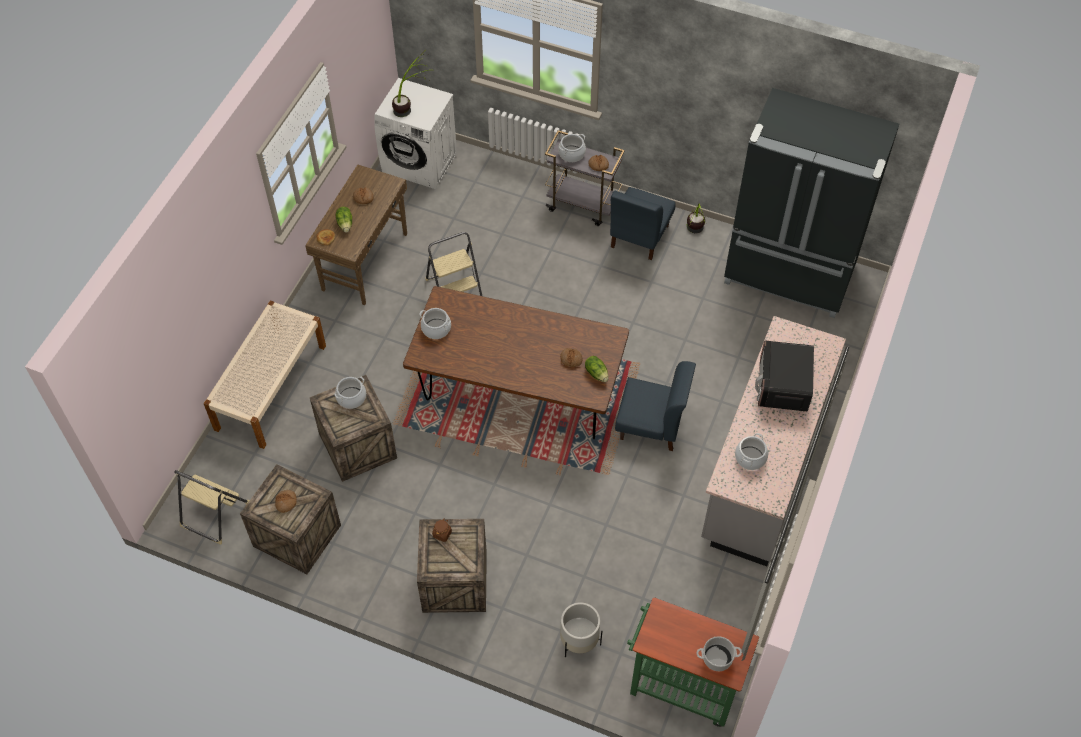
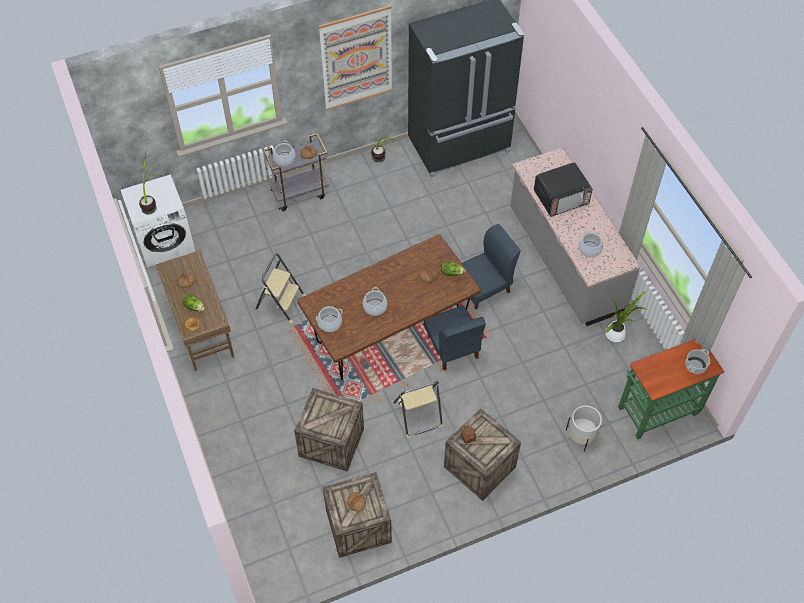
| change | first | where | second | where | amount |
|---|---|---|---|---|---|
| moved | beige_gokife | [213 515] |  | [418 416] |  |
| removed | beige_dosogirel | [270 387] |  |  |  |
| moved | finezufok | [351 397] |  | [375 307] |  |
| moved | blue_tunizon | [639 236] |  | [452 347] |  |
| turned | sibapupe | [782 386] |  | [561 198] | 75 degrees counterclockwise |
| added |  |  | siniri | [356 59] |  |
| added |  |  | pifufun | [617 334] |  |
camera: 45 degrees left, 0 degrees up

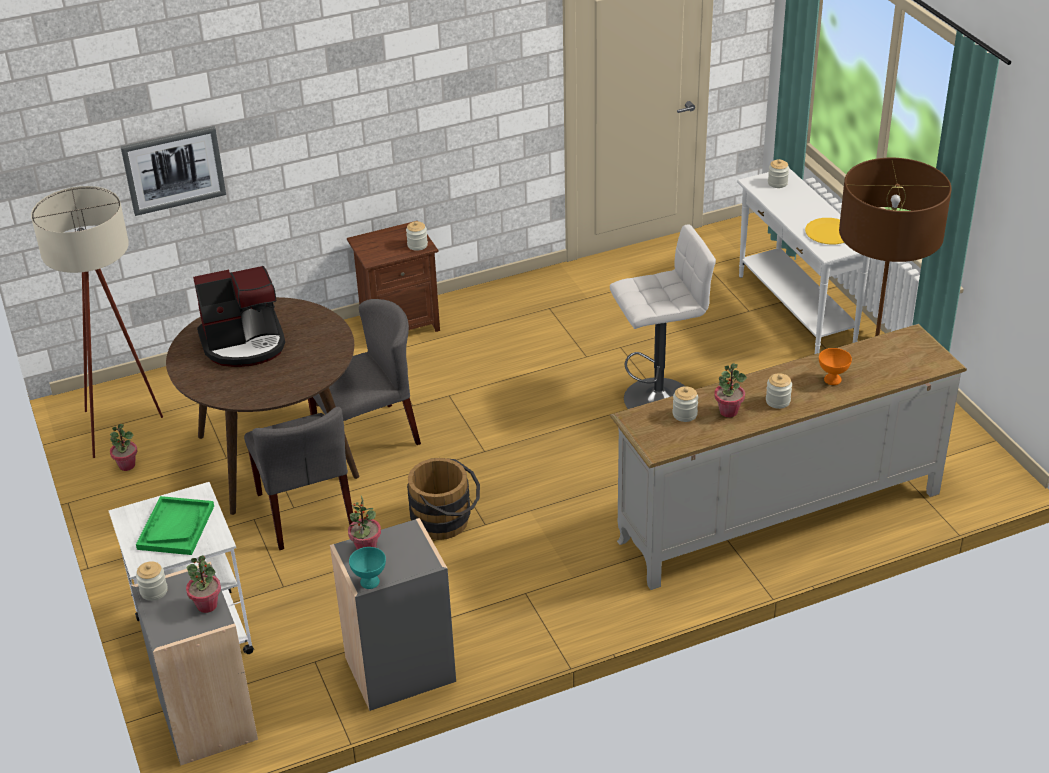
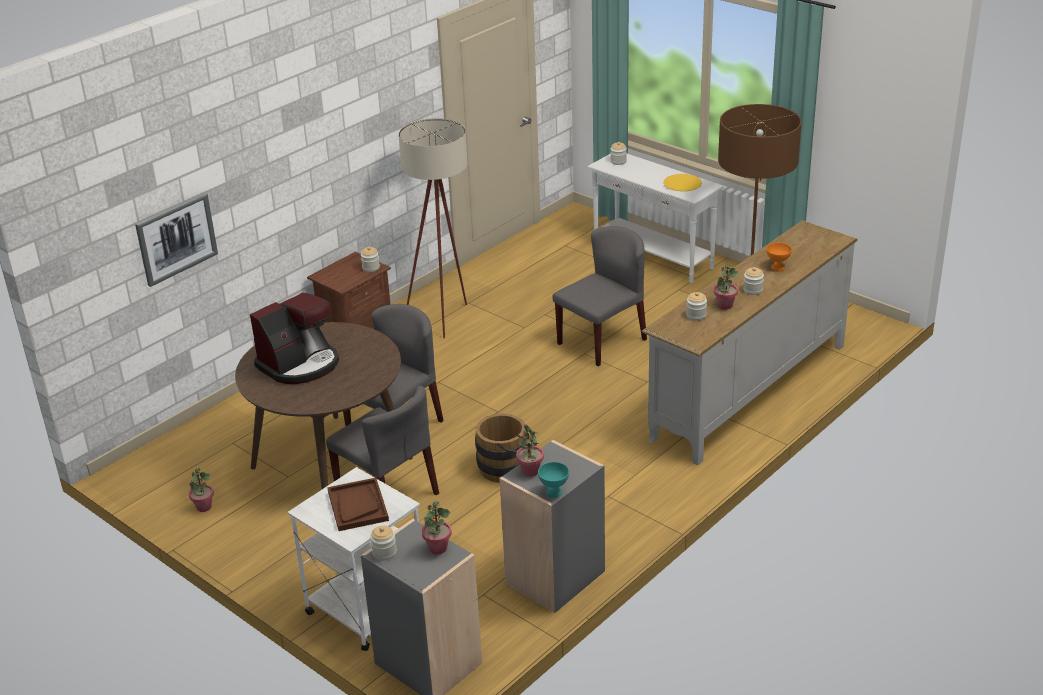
| change | first | where | second | where | amount |
|---|---|---|---|---|---|
| moved | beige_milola | [124 426] |  | [445 316] |  |
| recoloured | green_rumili | [176 527] | brown_rumili | [357 506] |  |
| replaced | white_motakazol | [659 399] | grey_tunizon | [602 341] |  |
camera: 25 degrees left, 5 degrees down

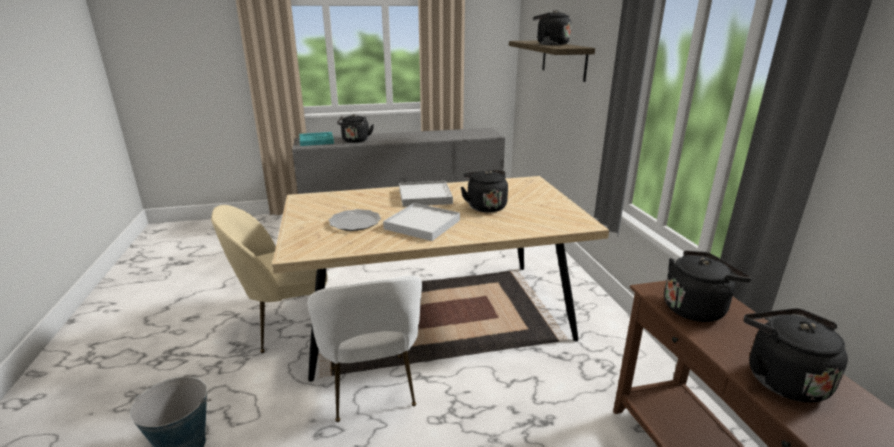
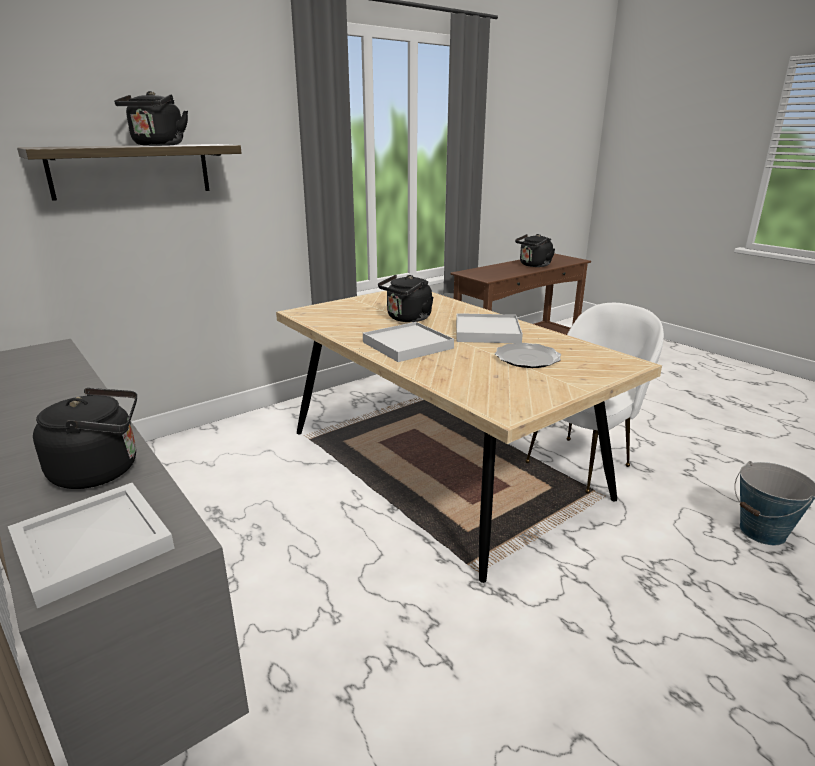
| change | first | where | second | where | amount |
|---|---|---|---|---|---|
| removed | beige_tunizon | [286 329] |  |  |  |
| recoloured | turquoise_rumili | [316 141] | white_rumili | [95 544] |  |
| removed | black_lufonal | [696 308] |  |  |  |
camera: 115 degrees left, 0 degrees up

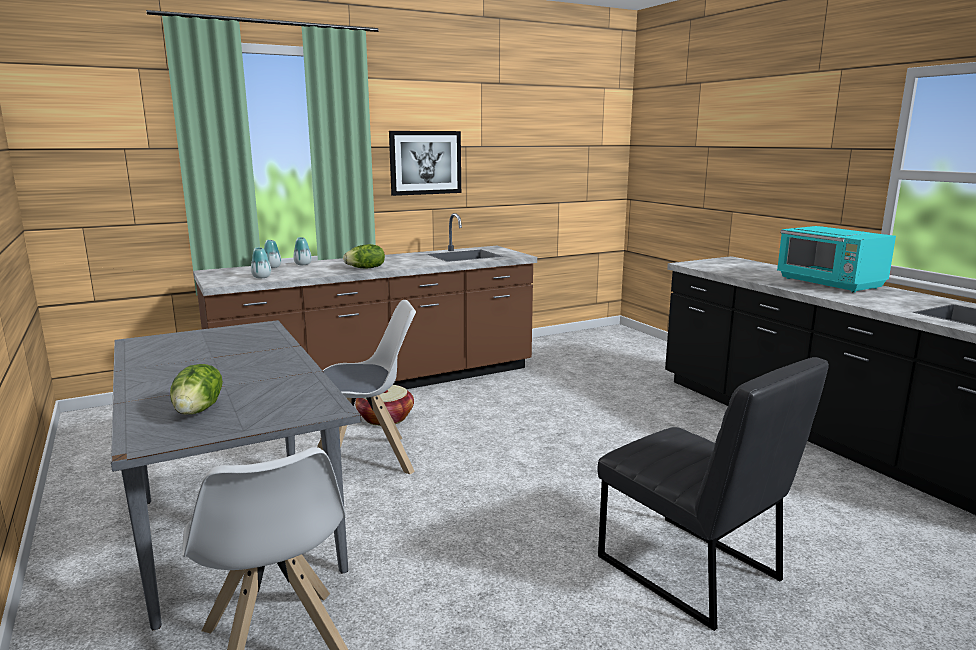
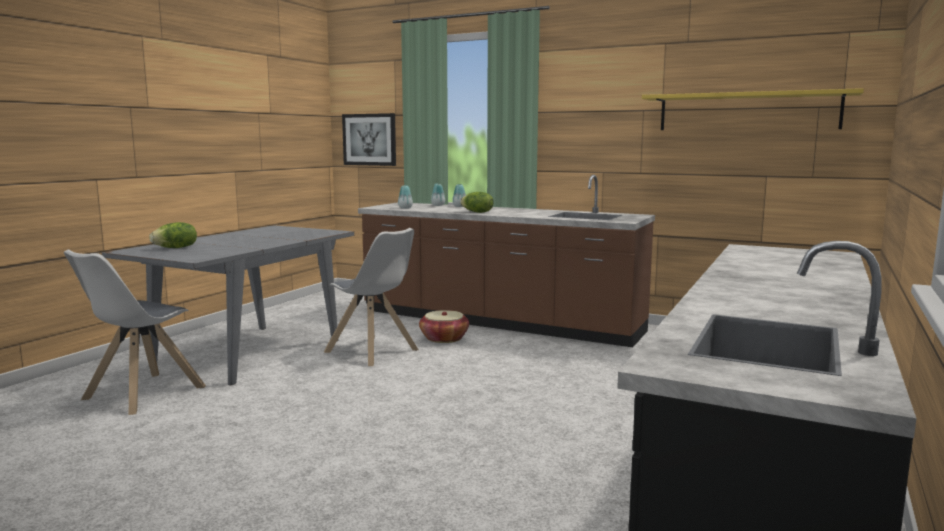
| change | first | where | second | where | amount |
|---|---|---|---|---|---|
| moved | siniri | [425 162] |  | [369 139] |  |
| removed | grey_tunizon | [691 571] |  |  |  |
| removed | turquoise_sibapupe | [830 283] |  |  |  |
| added |  |  | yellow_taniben | [747 112] |  |
camera: 55 degrees right, 5 degrees down

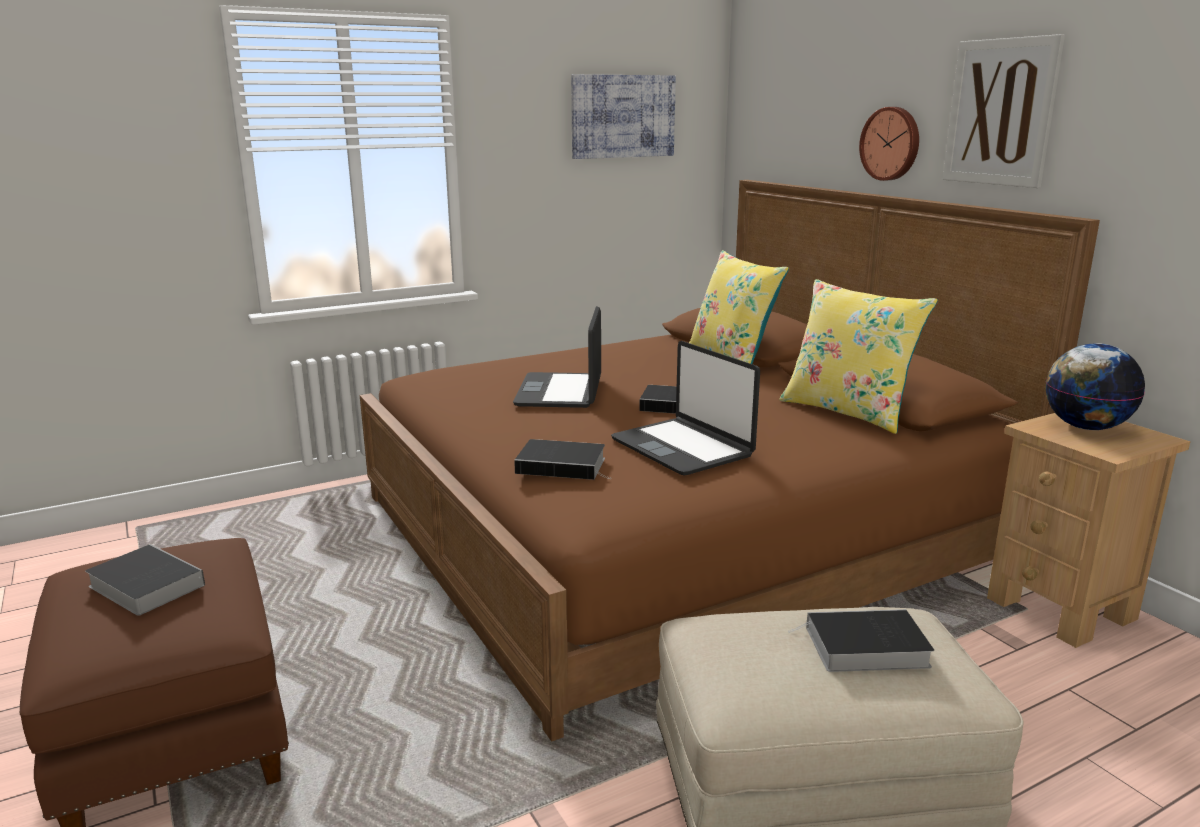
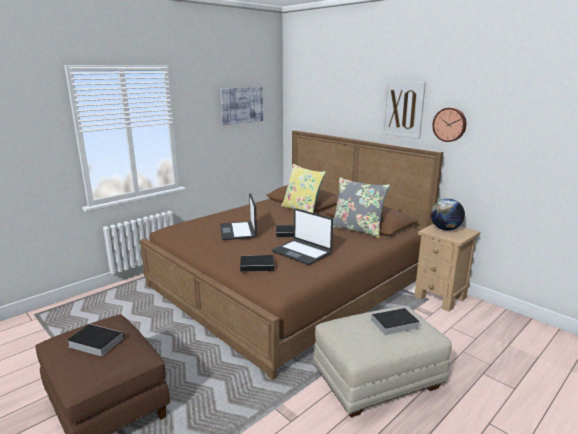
| change | first | where | second | where | amount |
|---|---|---|---|---|---|
| recoloured | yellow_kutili | [848 411] | grey_kutili | [357 229] |  |
| moved | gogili | [891 143] |  | [450 124] |  |
camera: 15 degrees left, 0 degrees up

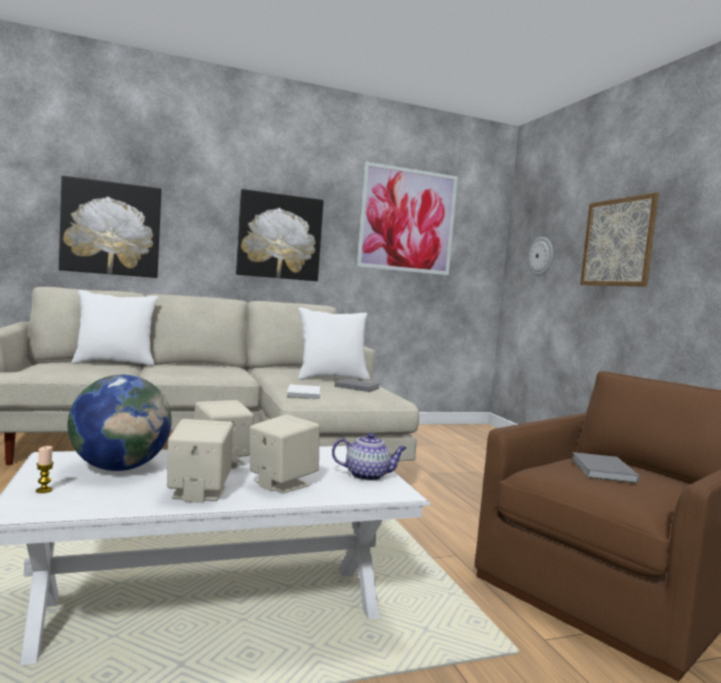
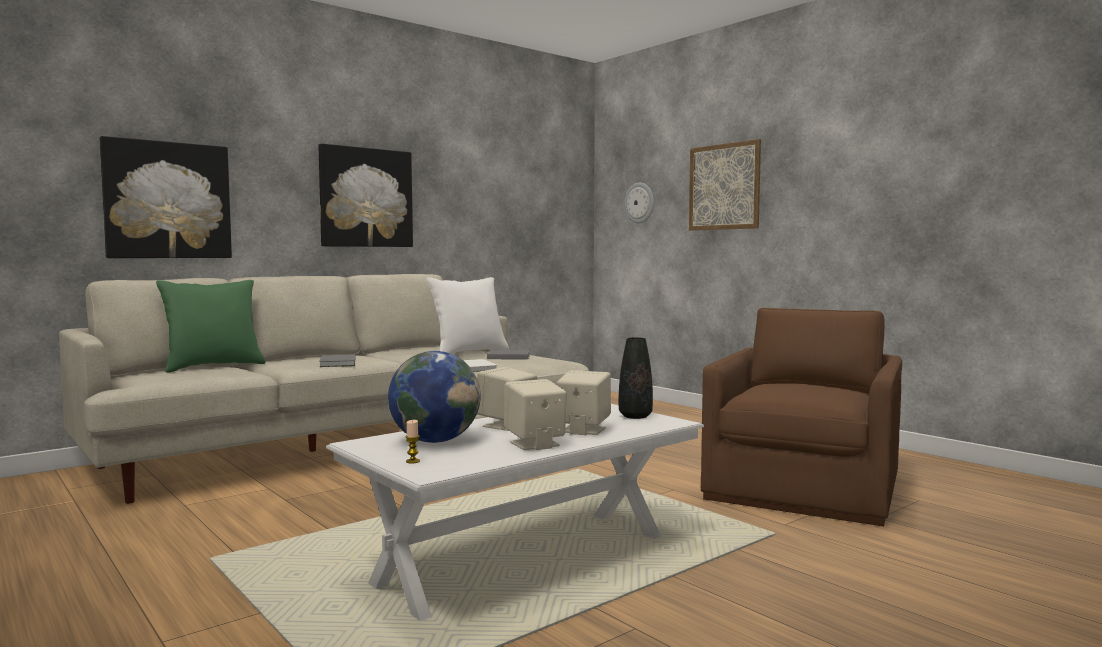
| change | first | where | second | where | amount |
|---|---|---|---|---|---|
| recoloured | white_kutili | [114 363] | green_kutili | [213 366] |  |
| replaced | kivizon | [368 475] | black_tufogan | [635 416] |  |
| removed | siniri | [407 220] |  |  |  |
| moved | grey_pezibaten | [602 471] |  | [337 363] |  |
camera: 20 degrees left, 0 degrees up

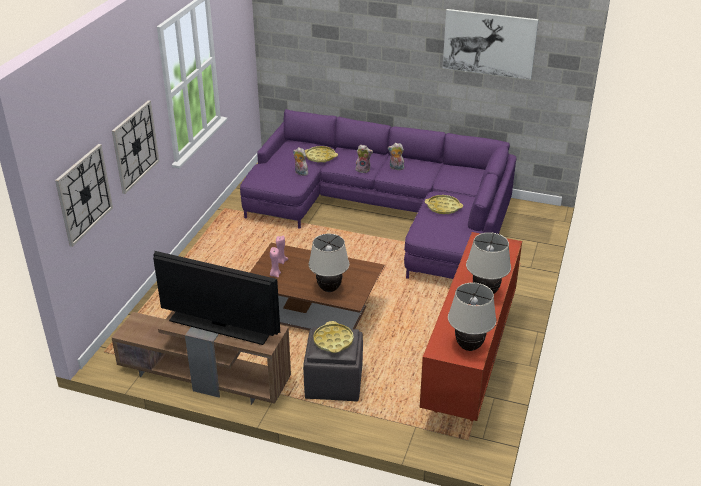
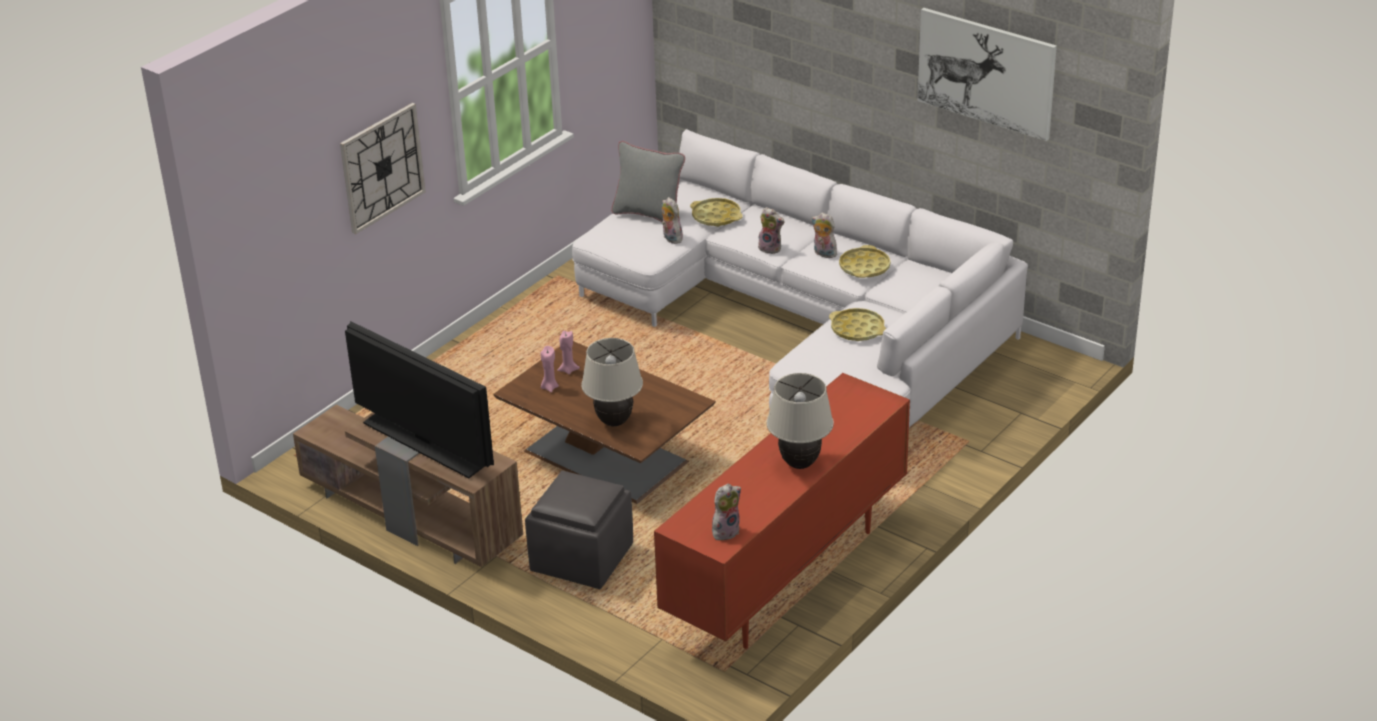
| change | first | where | second | where | amount |
|---|---|---|---|---|---|
| removed | gogili | [84 194] |  |  |  |
| recoloured | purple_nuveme | [387 213] | white_nuveme | [805 326] |  |
| moved | yellow_rumili | [333 341] |  | [864 267] |  |
| replaced | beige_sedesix | [469 347] | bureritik | [725 531] |  |
| added |  |  | grey_kutili | [649 214] |  |
camera: 20 degrees right, 0 degrees up

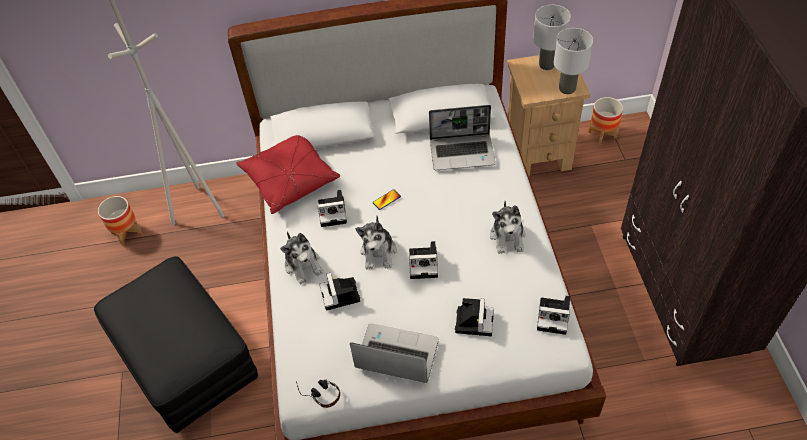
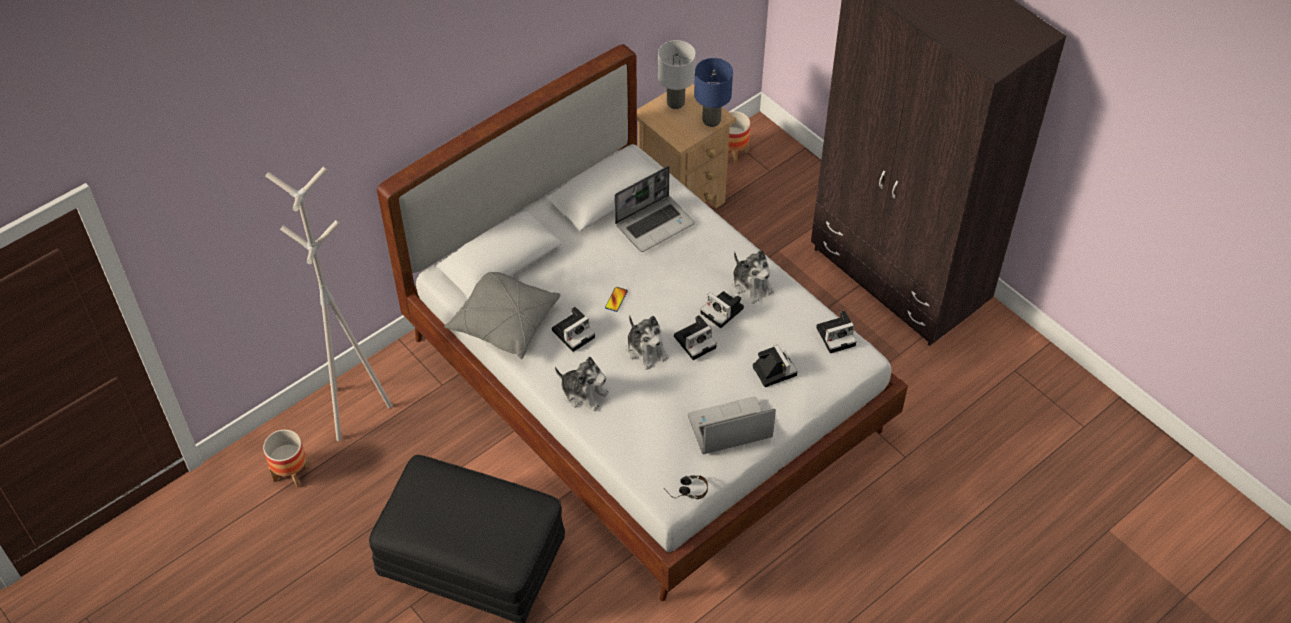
| change | first | where | second | where | amount |
|---|---|---|---|---|---|
| recoloured | red_kutili | [289 180] | grey_kutili | [504 322] |  |
| moved | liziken | [341 296] |  | [723 311] |  |
| recoloured | white_sedesix | [566 90] | blue_sedesix | [711 122] |  |
camera: 35 degrees left, 0 degrees up

